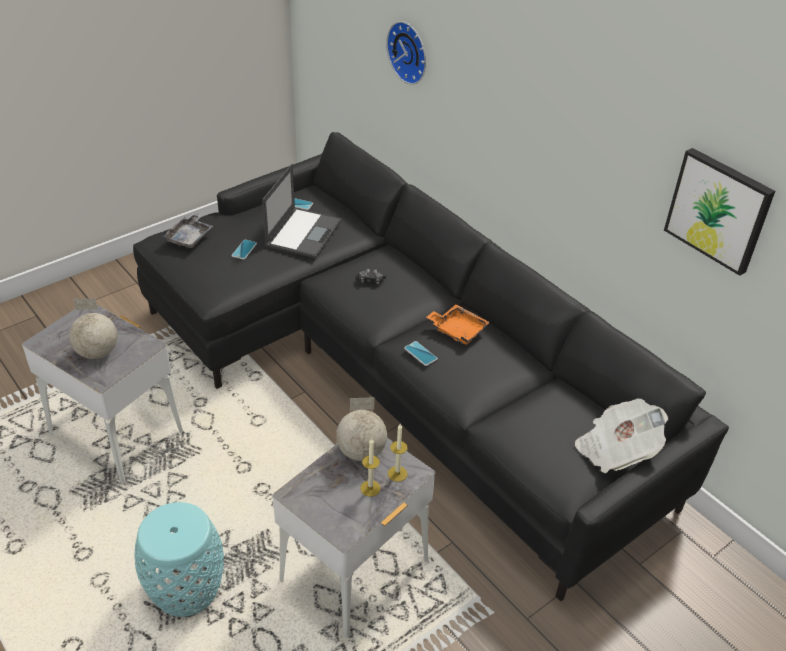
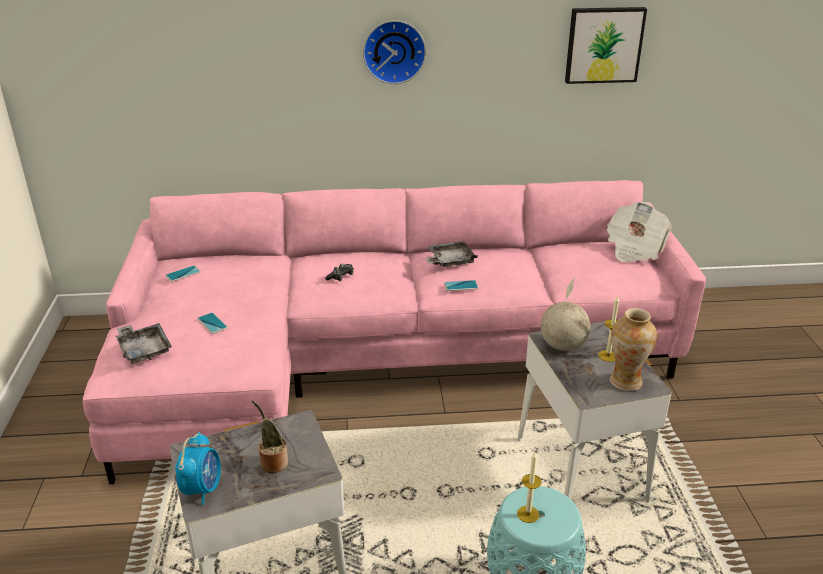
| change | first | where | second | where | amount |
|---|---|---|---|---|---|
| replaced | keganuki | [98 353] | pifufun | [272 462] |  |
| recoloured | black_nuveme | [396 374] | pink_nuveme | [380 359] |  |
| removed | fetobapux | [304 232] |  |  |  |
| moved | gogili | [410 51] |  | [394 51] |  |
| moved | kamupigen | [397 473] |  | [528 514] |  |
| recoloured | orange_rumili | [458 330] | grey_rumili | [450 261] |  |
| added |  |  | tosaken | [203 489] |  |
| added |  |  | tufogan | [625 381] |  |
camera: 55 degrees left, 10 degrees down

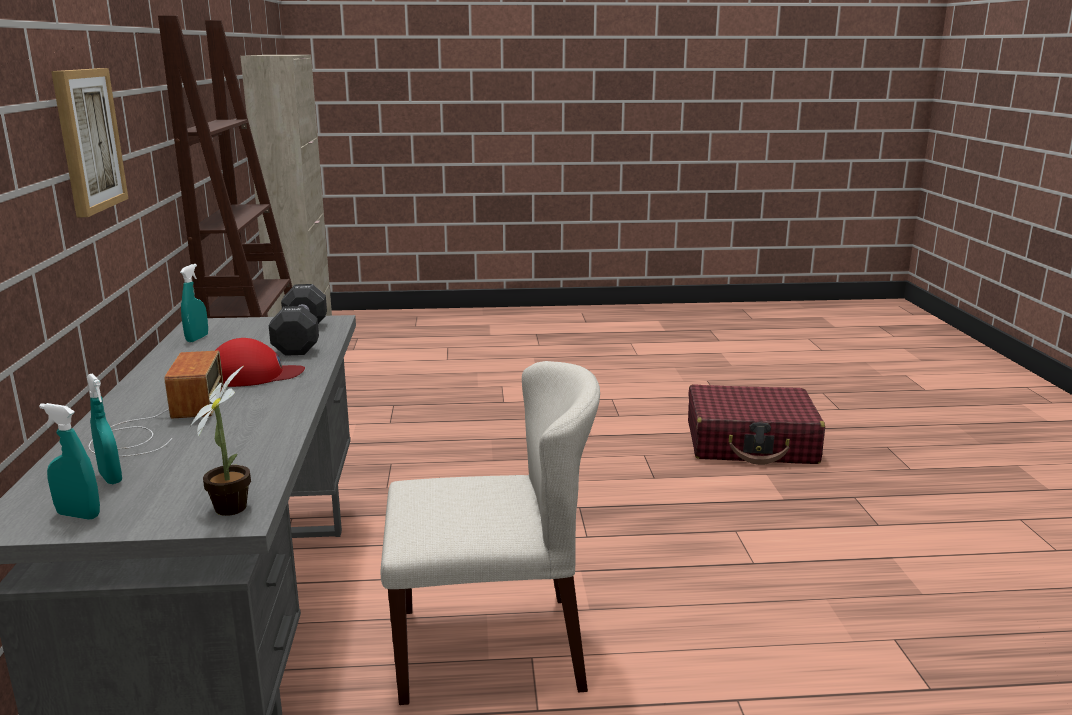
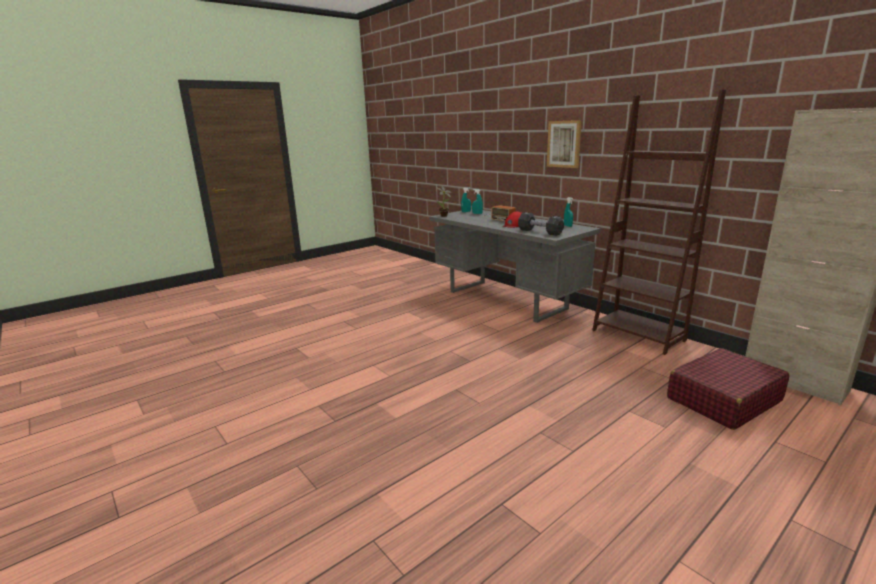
| change | first | where | second | where | amount |
|---|---|---|---|---|---|
| removed | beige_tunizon | [491 646] |  |  |  |
| moved | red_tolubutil | [751 443] |  | [723 399] |  |
camera: 145 degrees right, 0 degrees up

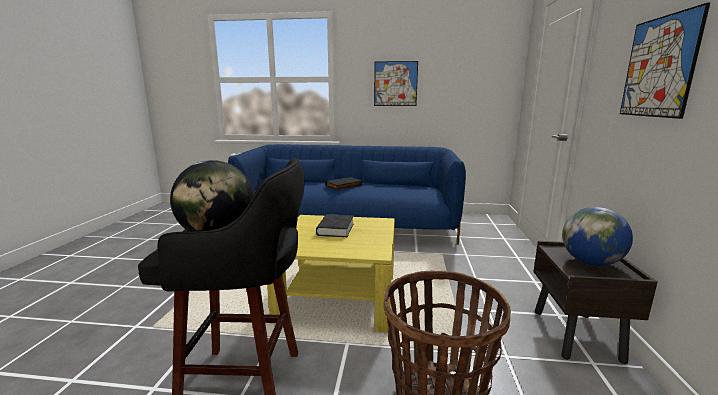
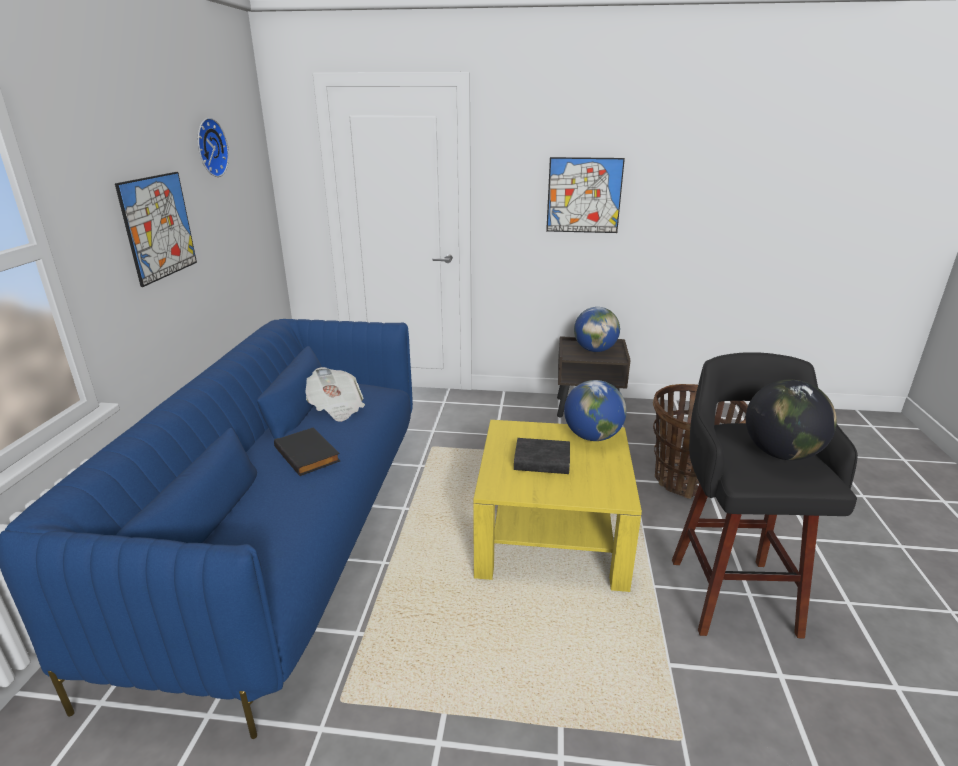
| change | first | where | second | where | amount |
|---|---|---|---|---|---|
| added |  |  | gogili | [209 147] |  |
| added |  |  | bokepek | [336 408] |  |
| added |  |  | keganuki | [592 437] |  |
camera: 90 degrees left, 10 degrees up

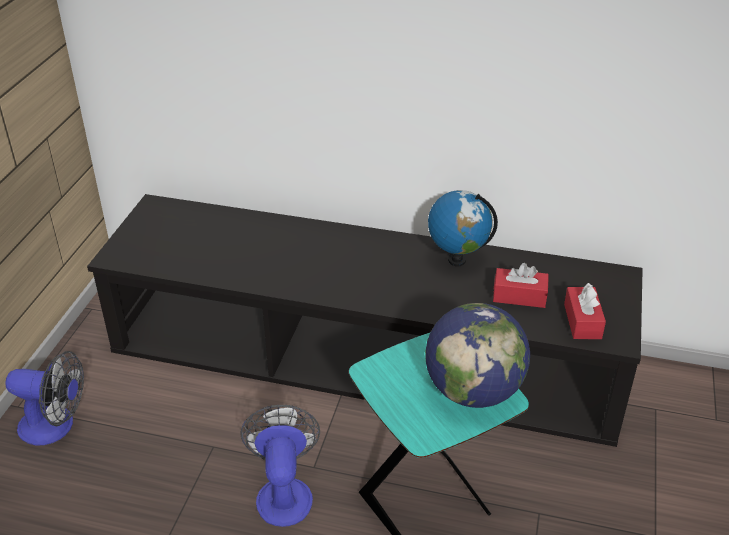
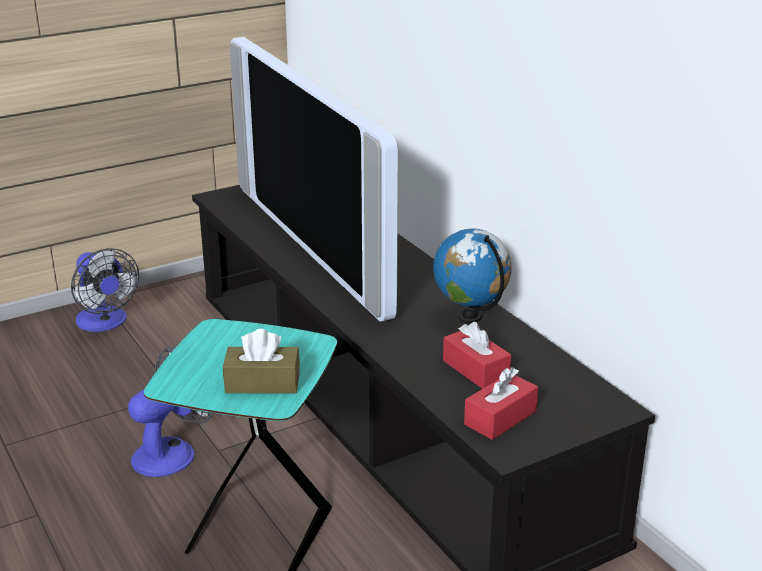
| change | first | where | second | where | amount |
|---|---|---|---|---|---|
| replaced | keganuki | [473 391] | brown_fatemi | [262 383] |  |
| added |  |  | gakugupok | [318 245] |  |
camera: 45 degrees right, 10 degrees down

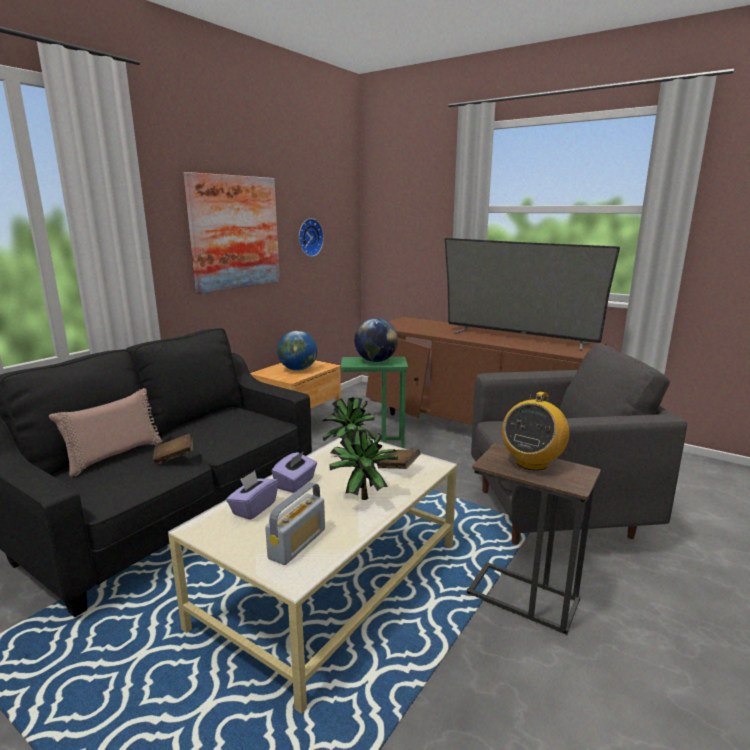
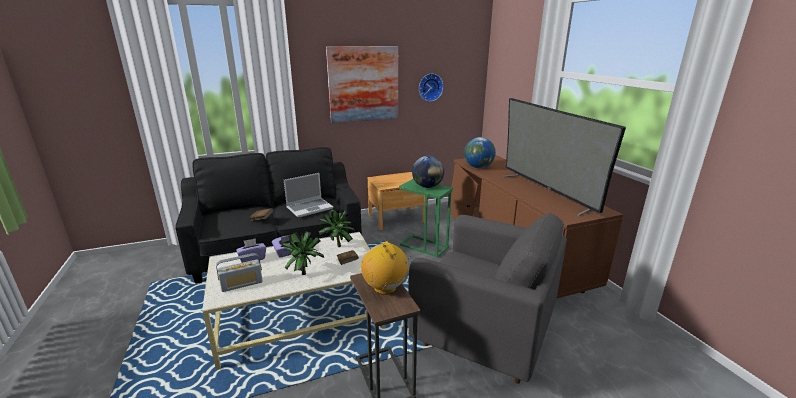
| change | first | where | second | where | amount |
|---|---|---|---|---|---|
| removed | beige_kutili | [114 456] |  |  |  |
| moved | keganuki | [298 369] |  | [478 167] |  |
| turned | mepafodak | [531 463] |  | [385 288] | 75 degrees clockwise |
| added |  |  | fetobapux | [310 208] |  |
camera: 35 degrees right, 5 degrees up

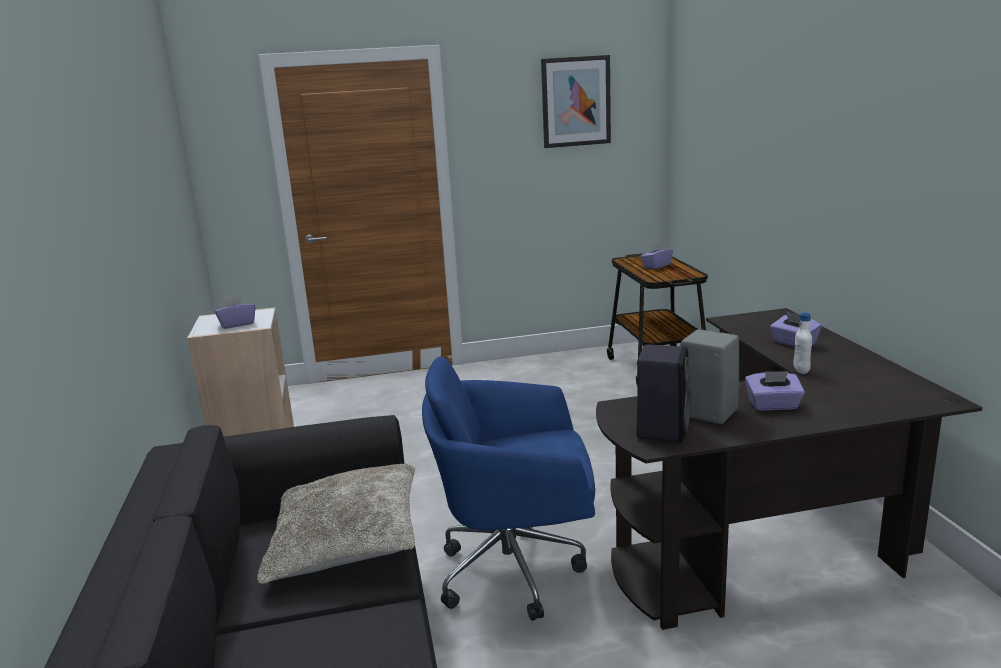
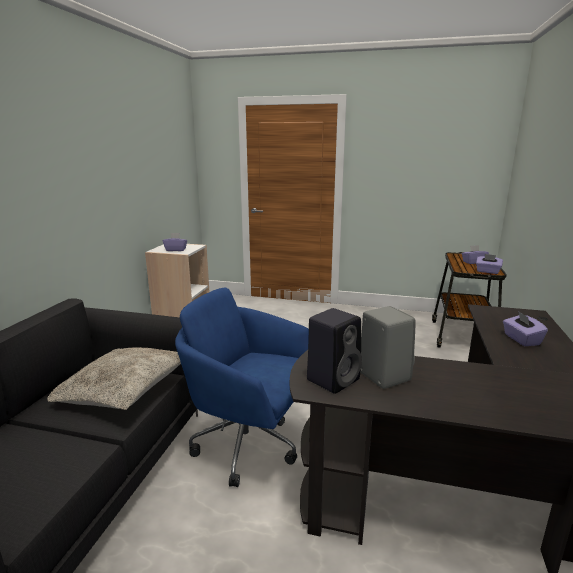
| change | first | where | second | where | amount |
|---|---|---|---|---|---|
| removed | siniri | [576 101] |  |  |  |
| moved | purple_fatemi | [773 405] |  | [487 271] |  |
| removed | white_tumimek | [801 371] |  |  |  |
camera: 25 degrees right, 0 degrees up

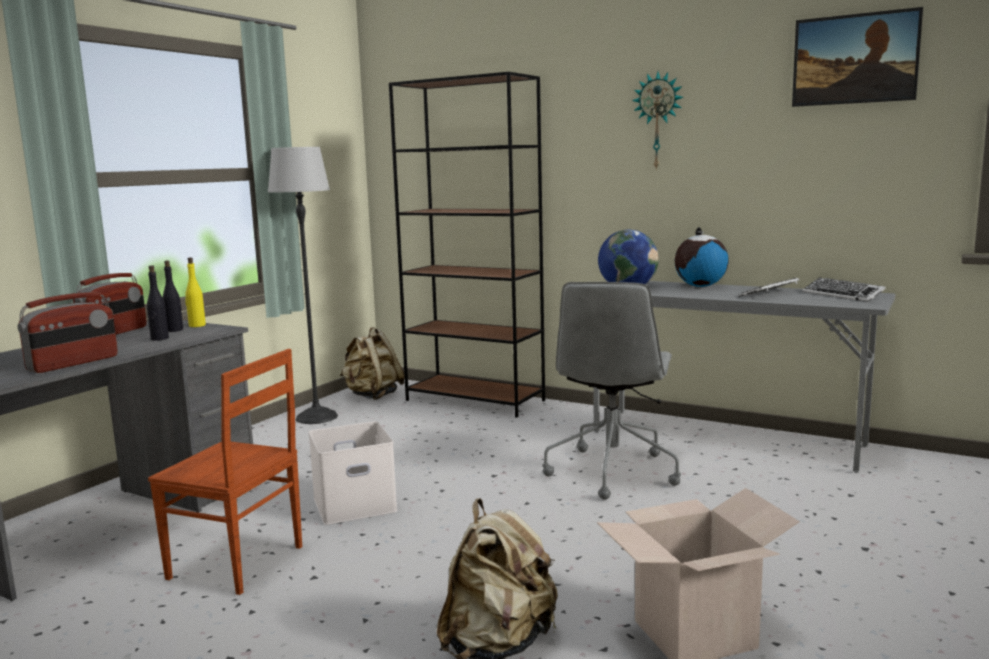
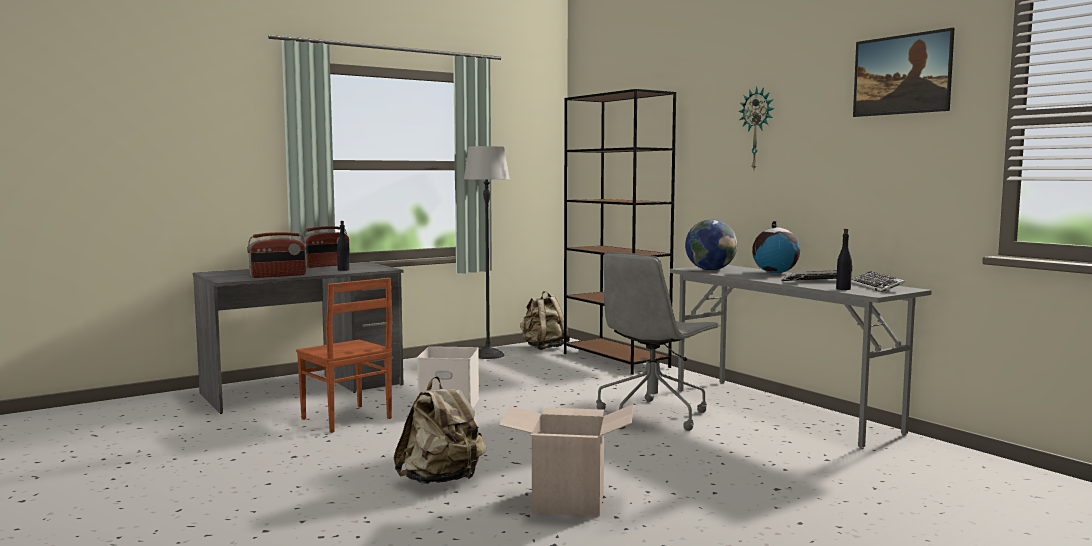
| change | first | where | second | where | amount |
|---|---|---|---|---|---|
| moved | black_tumimek | [175 330] |  | [843 289] |  |
| removed | yellow_tumimek | [197 325] |  |  |  |
camera: 25 degrees right, 5 degrees down

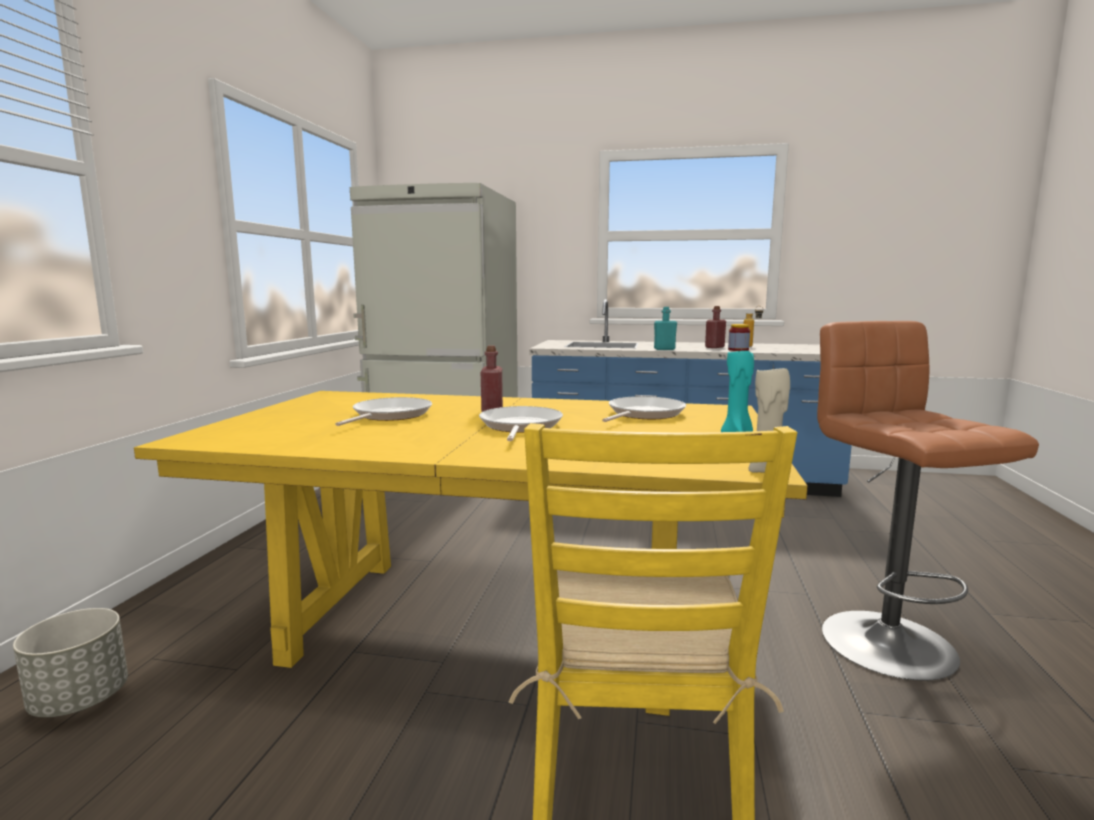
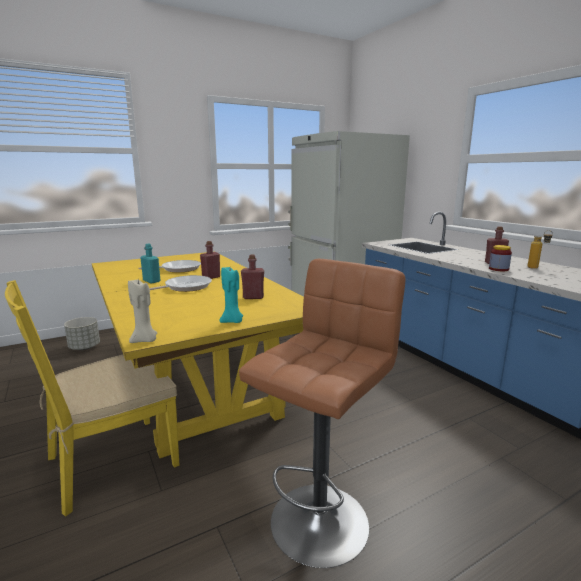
| change | first | where | second | where | amount |
|---|---|---|---|---|---|
| replaced | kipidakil | [643 414] | red_tumimek | [253 297] |  |
| moved | turquoise_tumimek | [664 349] |  | [151 281] |  |
camera: 50 degrees right, 5 degrees up

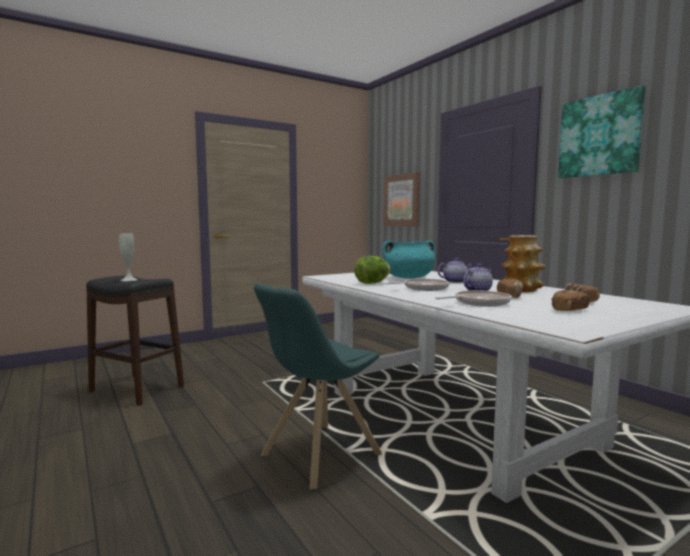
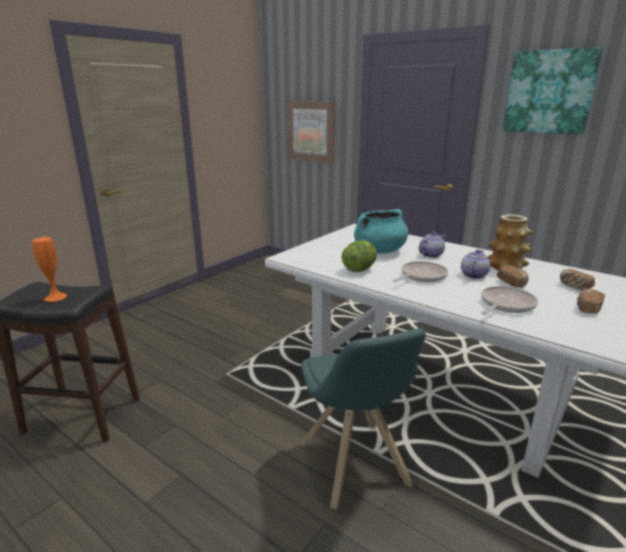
| change | first | where | second | where | amount |
|---|---|---|---|---|---|
| recoloured | white_tufogan | [129 280] | orange_tufogan | [55 297] |  |
| turned | turquoise_tunizon | [319 455] |  | [354 464] | 45 degrees counterclockwise |
camera: 20 degrees left, 15 degrees up

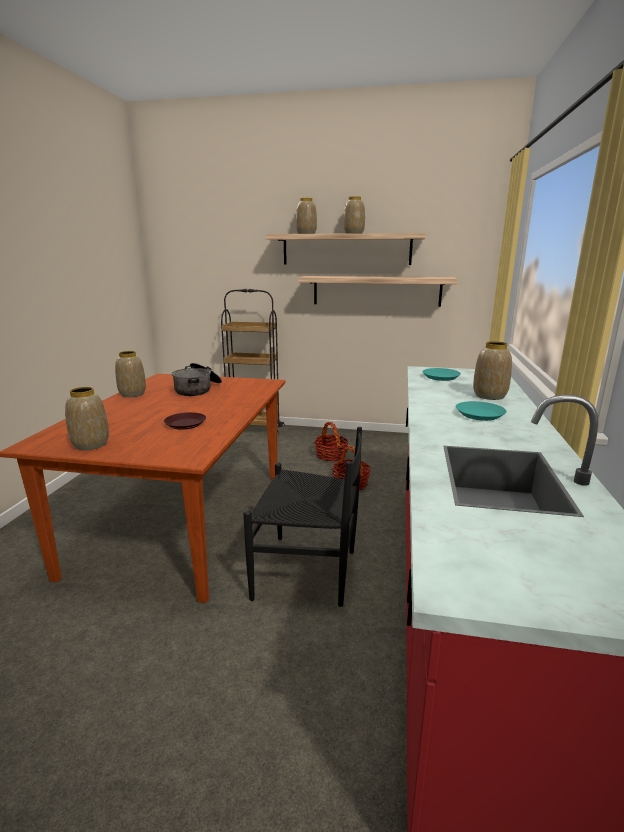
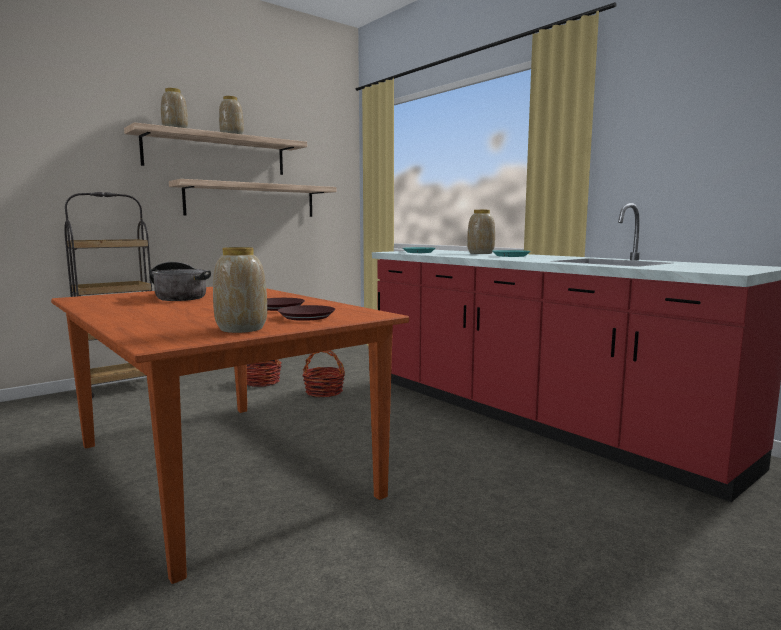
| change | first | where | second | where | amount |
|---|---|---|---|---|---|
| removed | tufogan | [133 394] |  |  |  |
| removed | black_tunizon | [307 572] |  |  |  |
| added |  |  | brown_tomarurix | [306 317] |  |
camera: 50 degrees left, 10 degrees down

